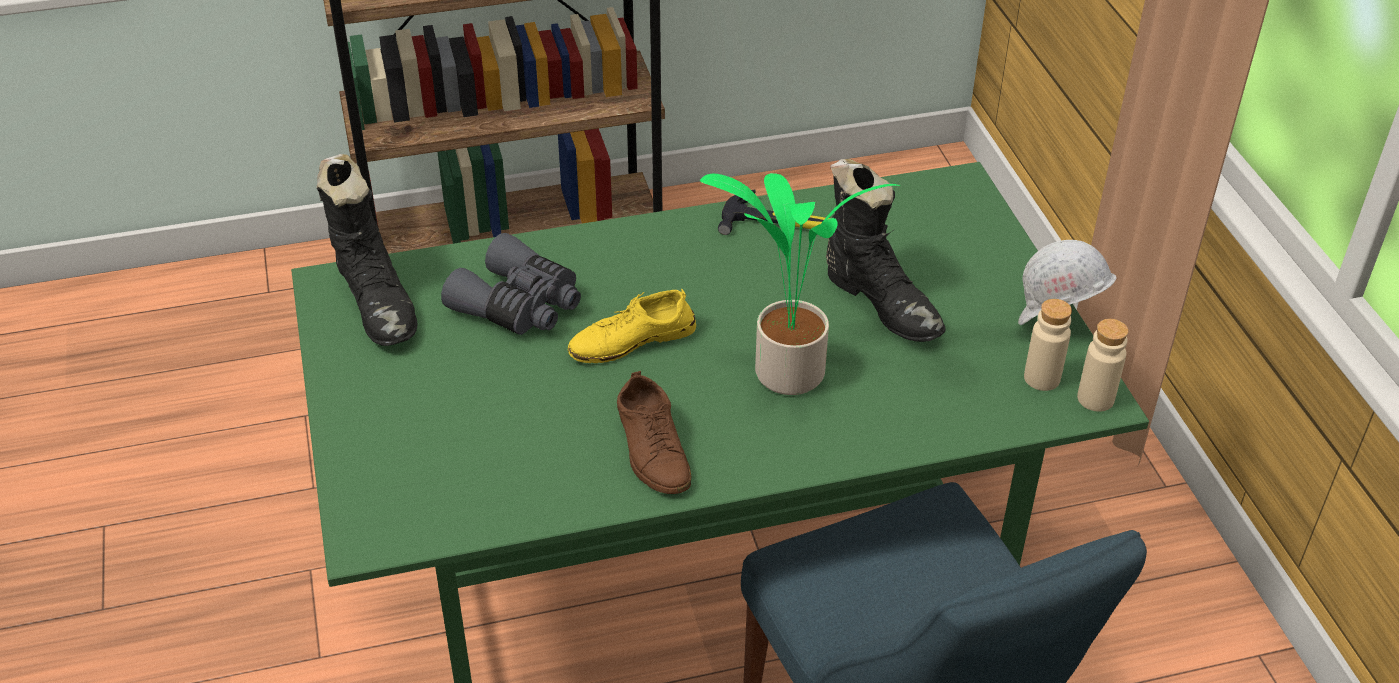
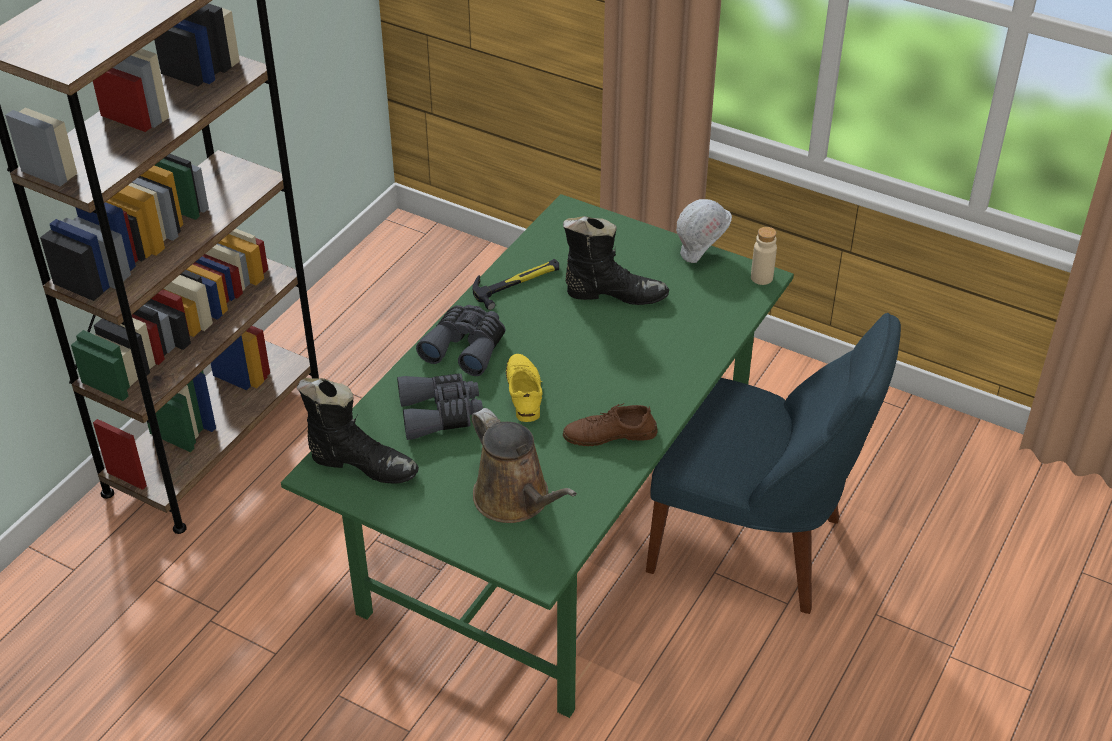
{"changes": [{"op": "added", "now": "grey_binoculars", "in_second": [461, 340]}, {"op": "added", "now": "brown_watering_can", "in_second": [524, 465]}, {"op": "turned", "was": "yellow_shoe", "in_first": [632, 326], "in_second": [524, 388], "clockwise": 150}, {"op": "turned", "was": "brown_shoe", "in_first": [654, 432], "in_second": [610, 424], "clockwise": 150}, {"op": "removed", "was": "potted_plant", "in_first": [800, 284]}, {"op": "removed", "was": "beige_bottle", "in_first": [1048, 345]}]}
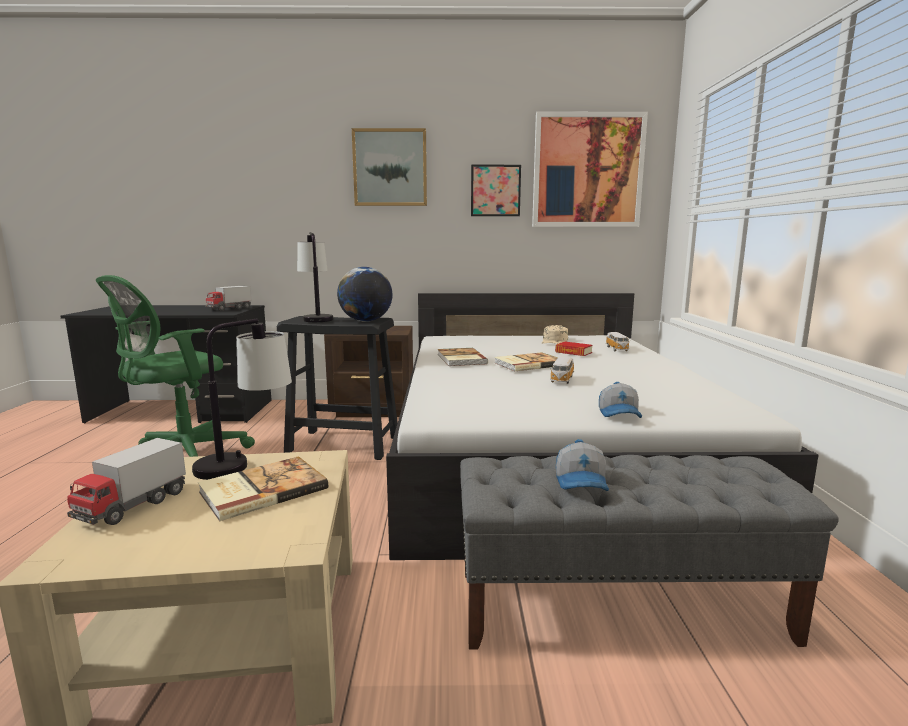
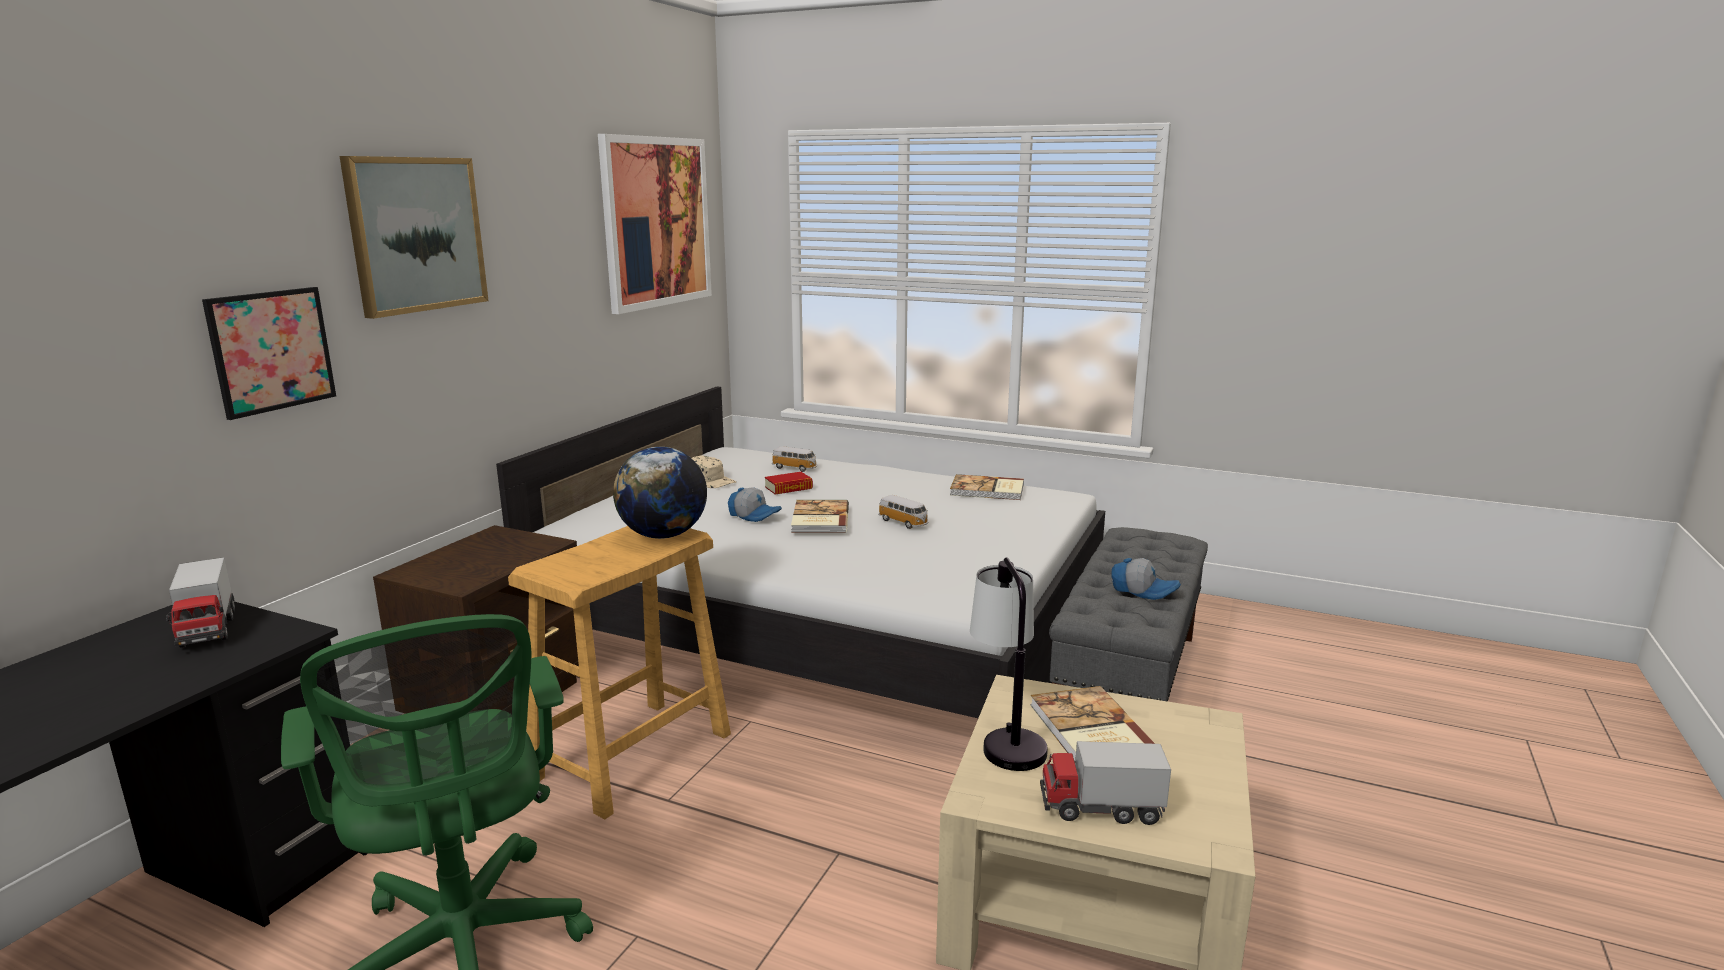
{"changes": [{"op": "moved", "was": "picture", "in_first": [496, 190], "in_second": [269, 353]}, {"op": "recoloured", "was": "black_stool", "now": "beige_stool", "in_first": [337, 388], "in_second": [619, 672]}, {"op": "moved", "was": "cap", "in_first": [620, 400], "in_second": [755, 504]}, {"op": "moved", "was": "book", "in_first": [463, 357], "in_second": [987, 487]}, {"op": "turned", "was": "toy_truck", "in_first": [126, 481], "in_second": [1105, 783], "clockwise": 135}, {"op": "removed", "was": "table_lamp", "in_first": [315, 277]}]}
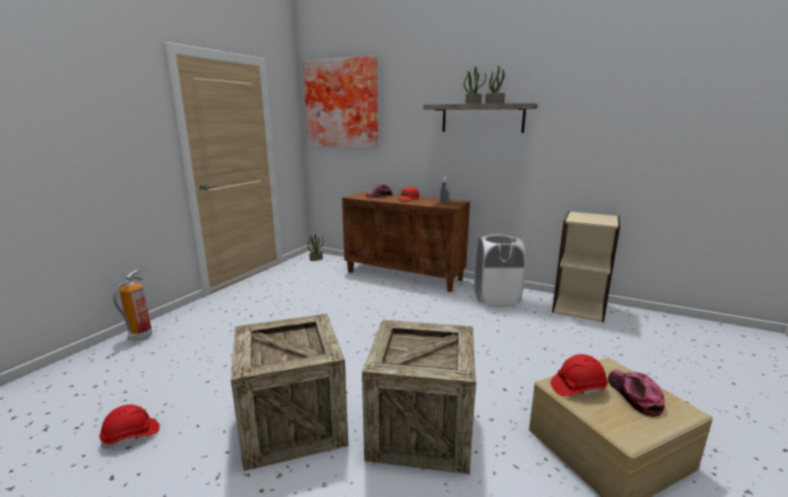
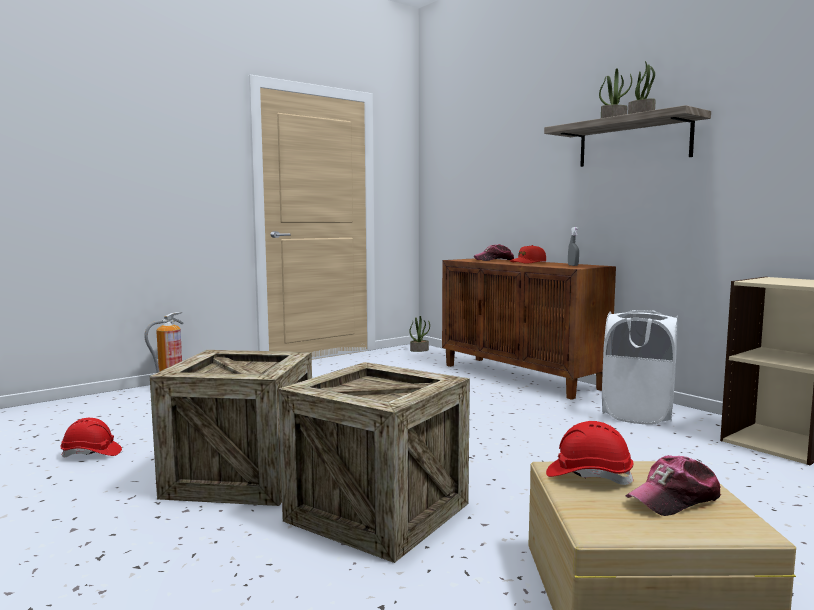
{"changes": [{"op": "turned", "was": "cap", "in_first": [636, 393], "in_second": [673, 485], "clockwise": -135}, {"op": "removed", "was": "picture", "in_first": [340, 102]}]}
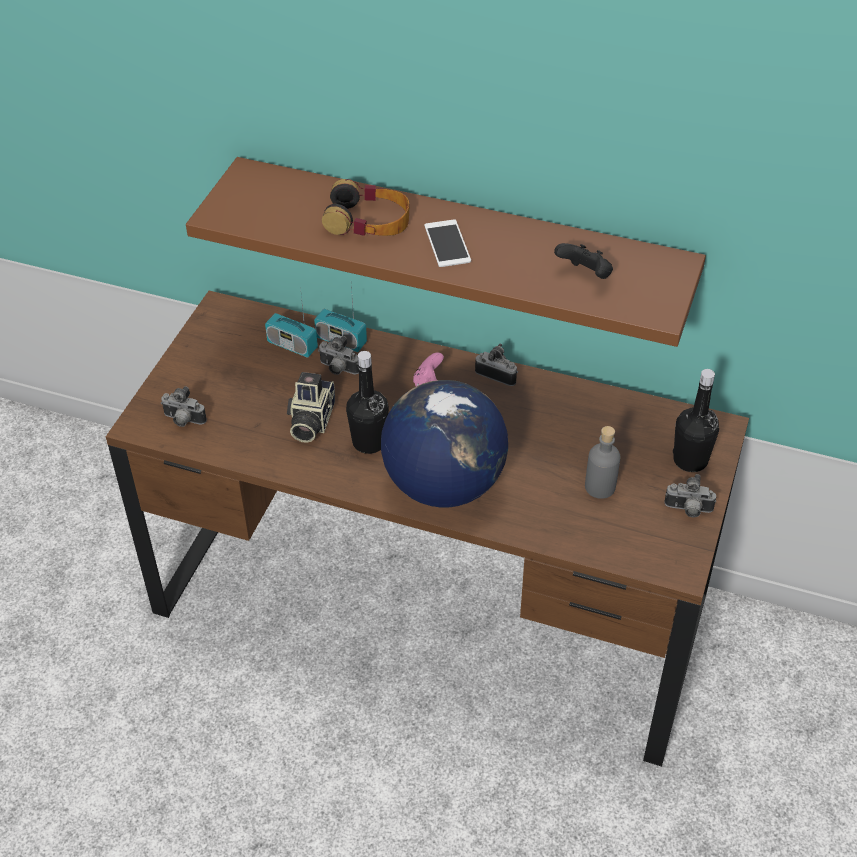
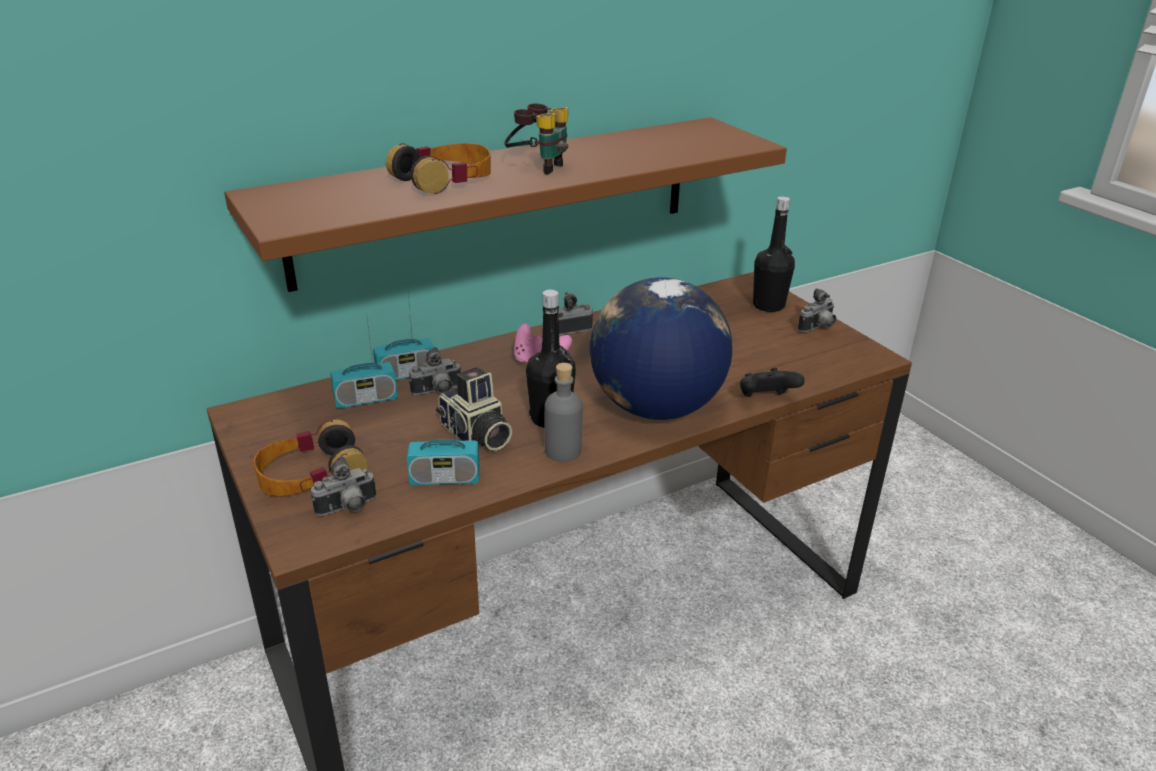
{"changes": [{"op": "added", "now": "headphones", "in_second": [310, 458]}, {"op": "added", "now": "radio", "in_second": [443, 434]}, {"op": "replaced", "was": "phone", "now": "binoculars", "in_first": [447, 243], "in_second": [536, 139]}, {"op": "moved", "was": "grey_bottle", "in_first": [602, 462], "in_second": [564, 412]}, {"op": "moved", "was": "black_game_controller", "in_first": [583, 261], "in_second": [772, 382]}]}
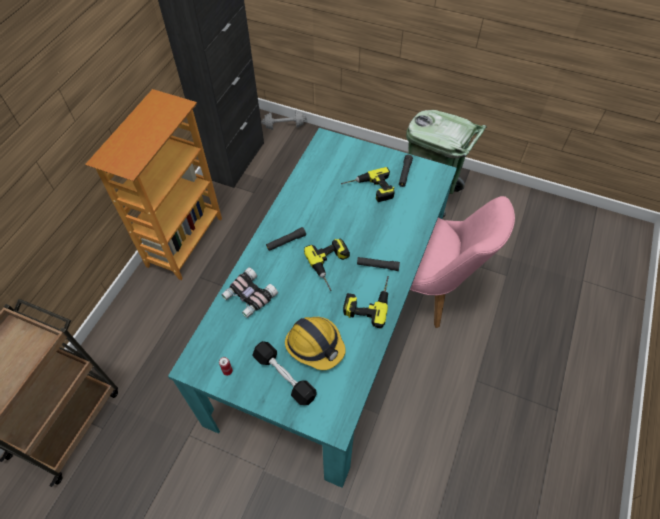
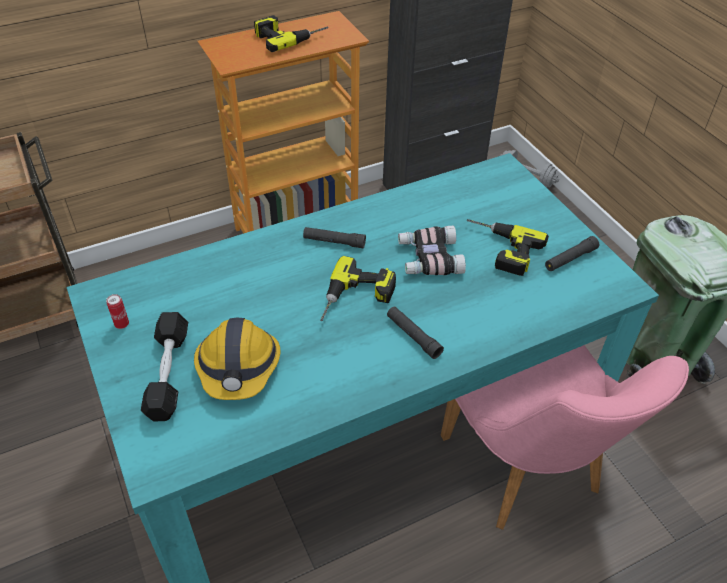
{"changes": [{"op": "moved", "was": "power_drill", "in_first": [366, 302], "in_second": [291, 33]}, {"op": "moved", "was": "binoculars", "in_first": [249, 292], "in_second": [432, 250]}]}
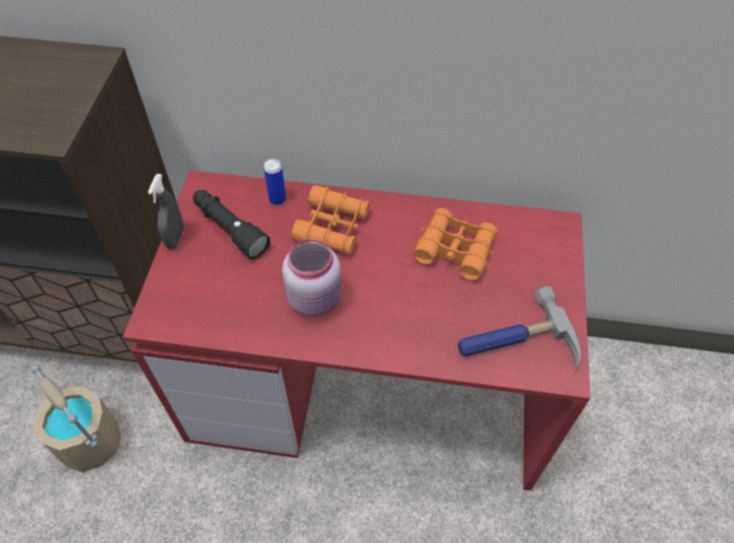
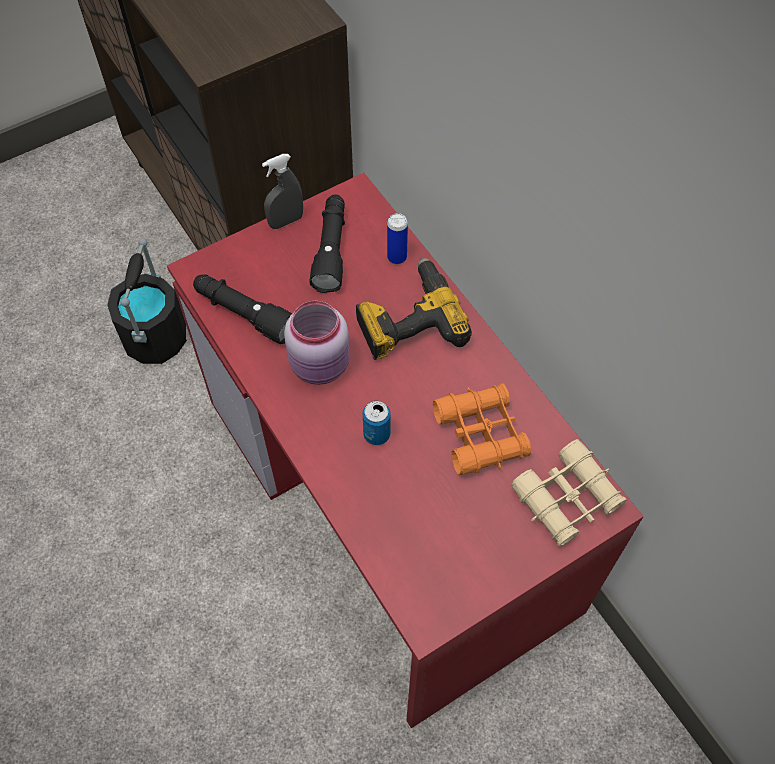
{"changes": [{"op": "recoloured", "was": "beige_bucket", "now": "black_bucket", "in_first": [76, 418], "in_second": [147, 301]}, {"op": "added", "now": "black_flashlight", "in_second": [243, 309]}, {"op": "replaced", "was": "orange_binoculars", "now": "power_drill", "in_first": [330, 220], "in_second": [414, 309]}, {"op": "added", "now": "can", "in_second": [377, 423]}, {"op": "added", "now": "beige_binoculars", "in_second": [569, 493]}, {"op": "removed", "was": "hammer", "in_first": [519, 328]}]}
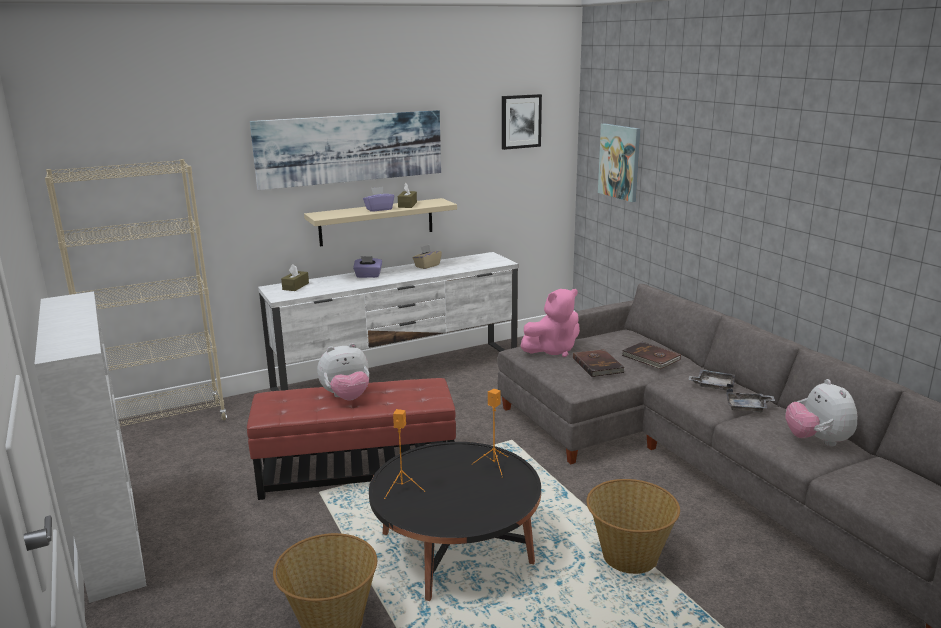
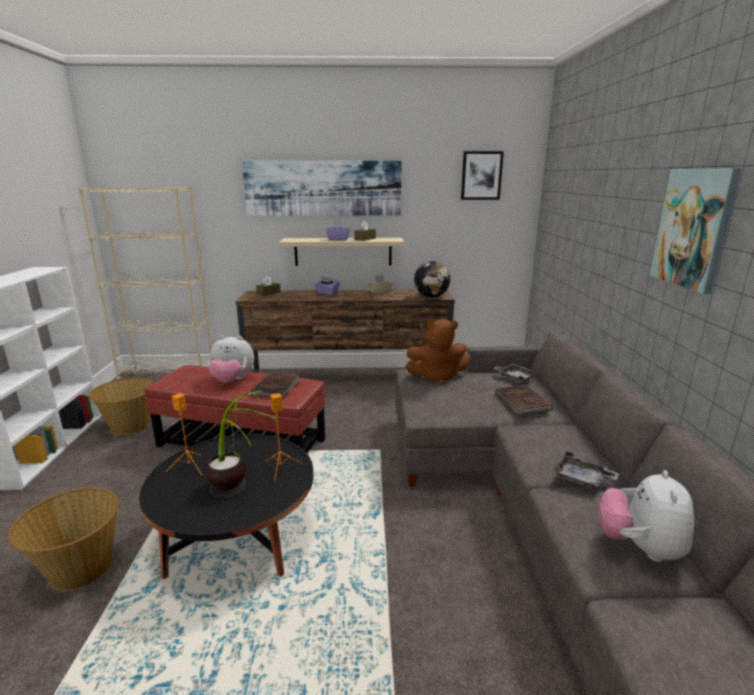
{"changes": [{"op": "moved", "was": "basket", "in_first": [633, 526], "in_second": [121, 406]}, {"op": "added", "now": "potted_plant", "in_second": [241, 444]}, {"op": "recoloured", "was": "white_tv_stand", "now": "brown_tv_stand", "in_first": [388, 321], "in_second": [345, 331]}, {"op": "moved", "was": "brown_book", "in_first": [599, 363], "in_second": [276, 385]}, {"op": "recoloured", "was": "pink_plush_toy", "now": "brown_plush_toy", "in_first": [550, 323], "in_second": [438, 352]}, {"op": "added", "now": "globe", "in_second": [432, 279]}, {"op": "moved", "was": "grey_tray", "in_first": [711, 380], "in_second": [515, 373]}, {"op": "moved", "was": "picture", "in_first": [619, 162], "in_second": [696, 231]}]}
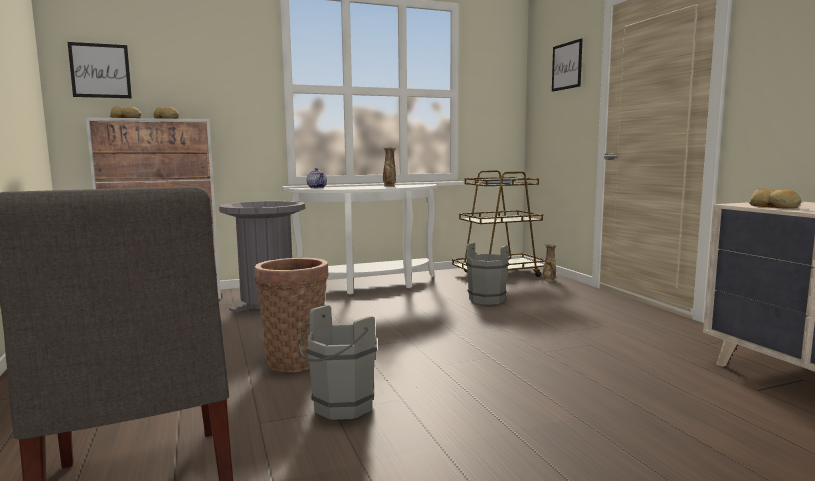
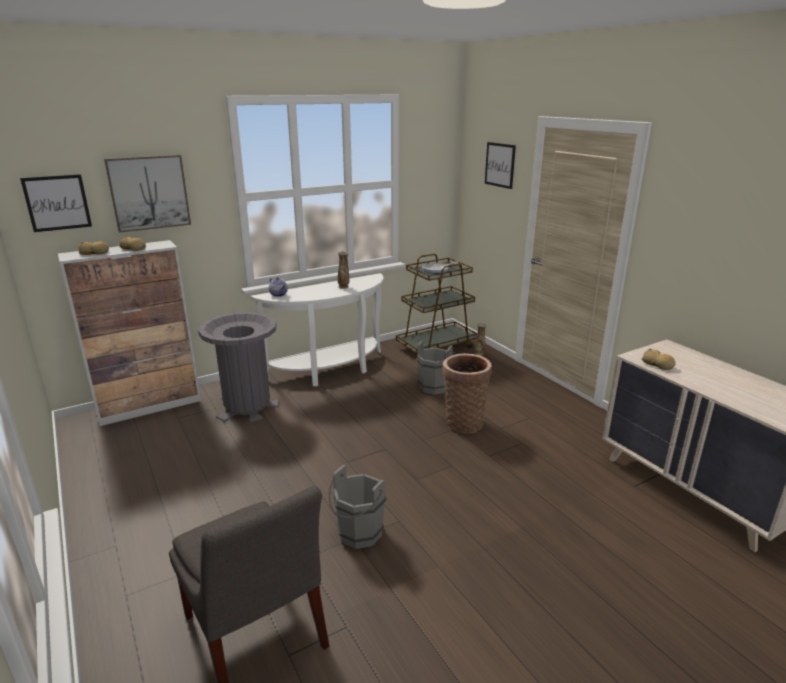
{"changes": [{"op": "added", "now": "picture", "in_second": [147, 193]}, {"op": "moved", "was": "basket", "in_first": [291, 314], "in_second": [467, 394]}]}
